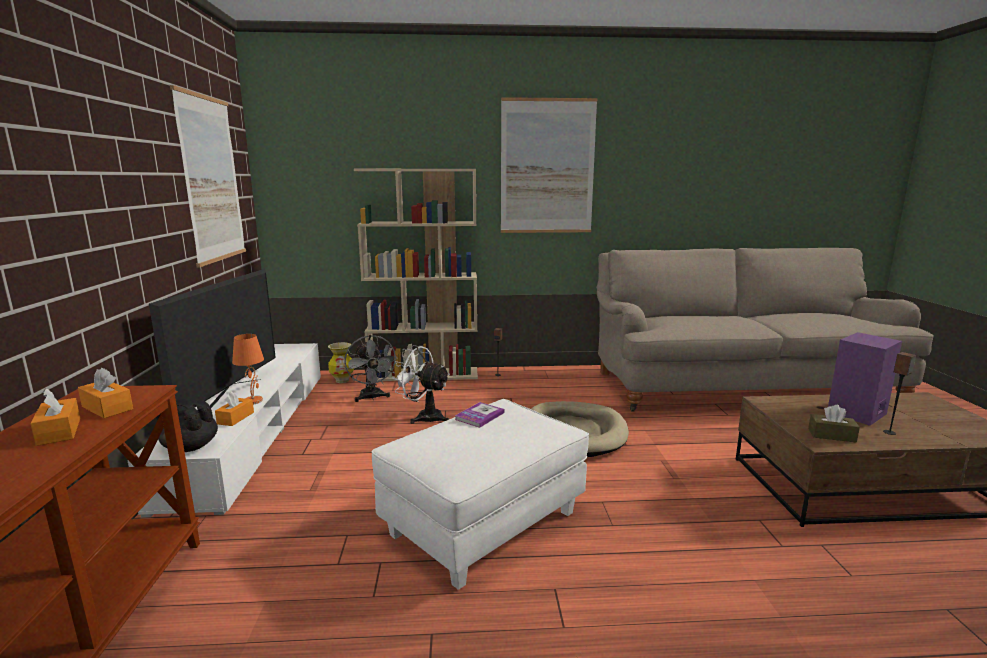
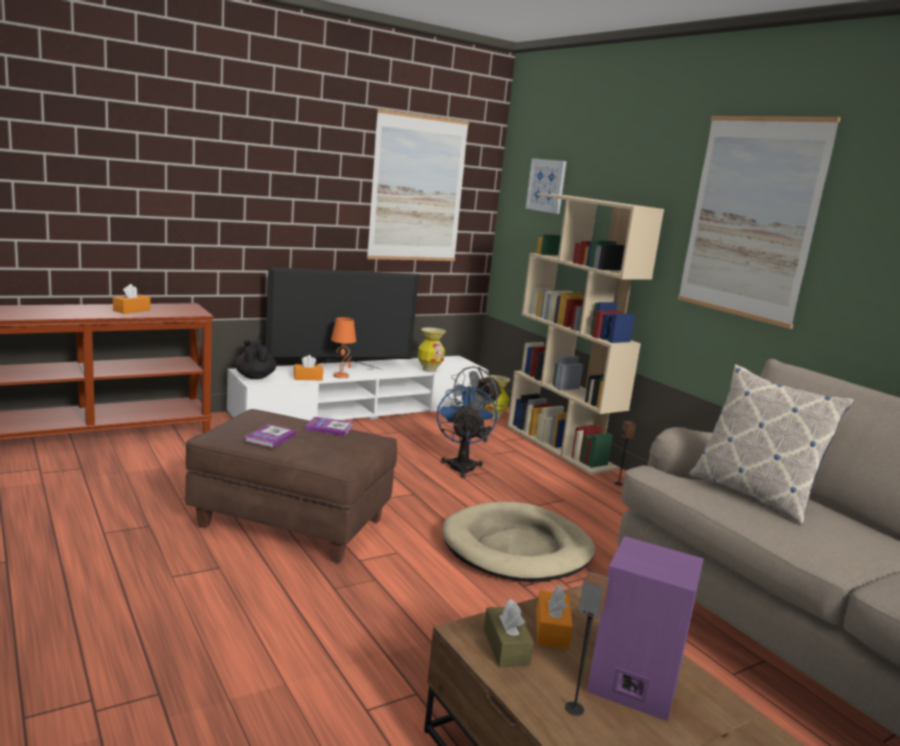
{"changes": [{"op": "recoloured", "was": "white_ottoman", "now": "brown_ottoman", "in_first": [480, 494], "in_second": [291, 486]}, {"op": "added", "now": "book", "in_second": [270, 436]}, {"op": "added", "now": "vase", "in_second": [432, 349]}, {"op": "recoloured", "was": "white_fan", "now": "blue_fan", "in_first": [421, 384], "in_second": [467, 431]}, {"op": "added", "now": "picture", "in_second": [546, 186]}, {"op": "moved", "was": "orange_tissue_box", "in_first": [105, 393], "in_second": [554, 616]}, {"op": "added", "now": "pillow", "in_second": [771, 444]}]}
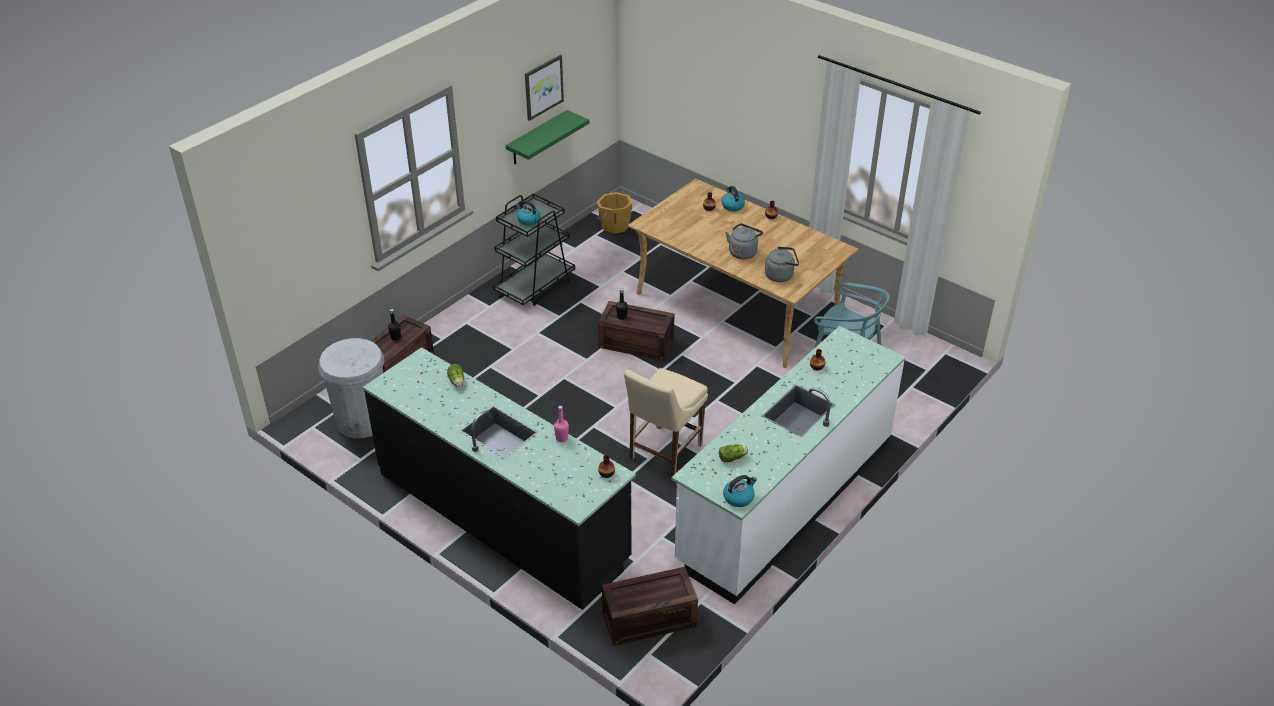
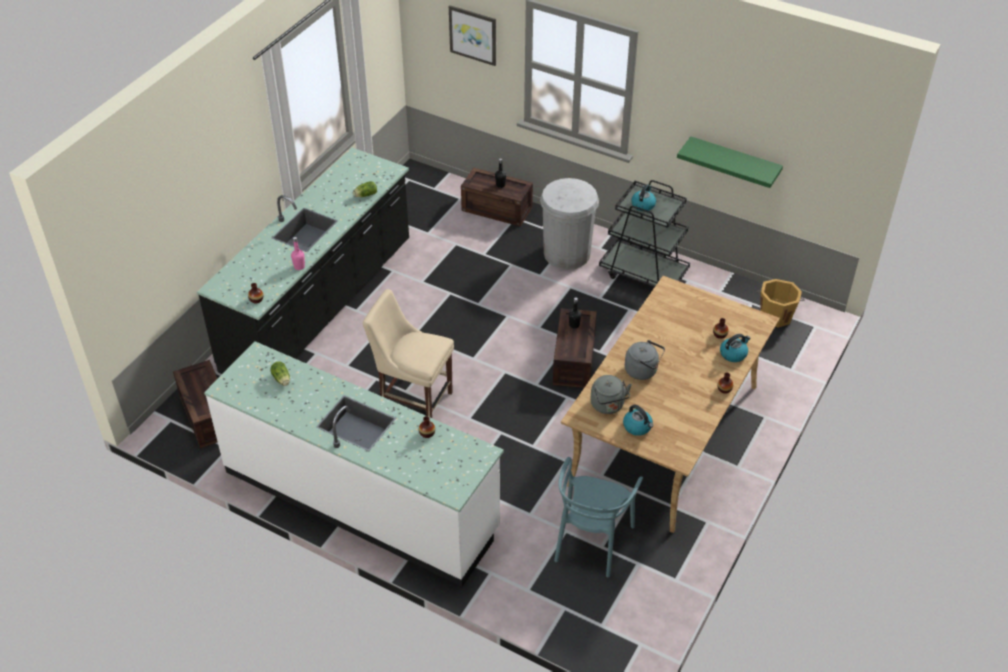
{"changes": [{"op": "moved", "was": "picture", "in_first": [544, 88], "in_second": [472, 35]}, {"op": "moved", "was": "white_trash_can", "in_first": [351, 388], "in_second": [569, 224]}, {"op": "moved", "was": "kettle", "in_first": [740, 491], "in_second": [638, 420]}]}
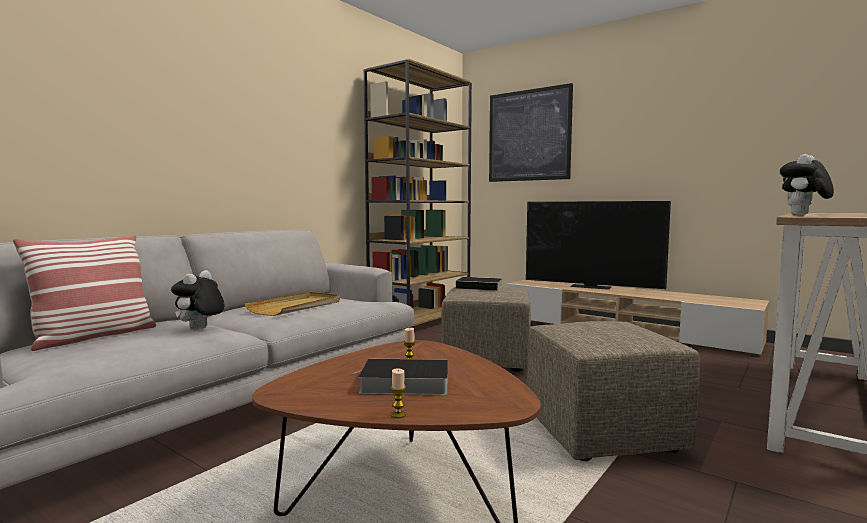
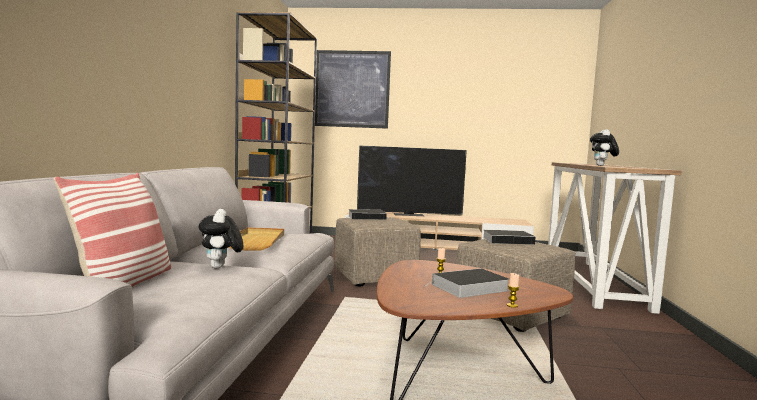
{"changes": [{"op": "added", "now": "book", "in_second": [508, 237]}]}
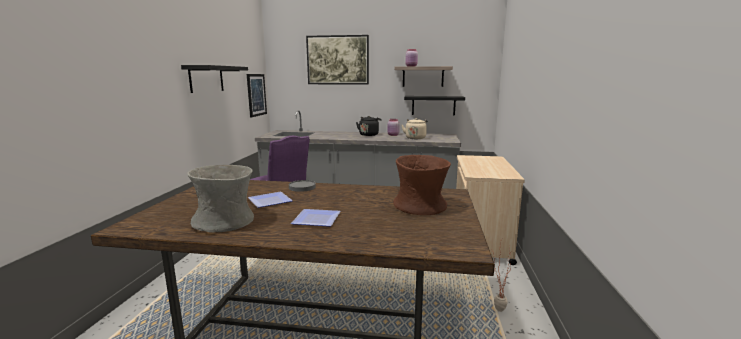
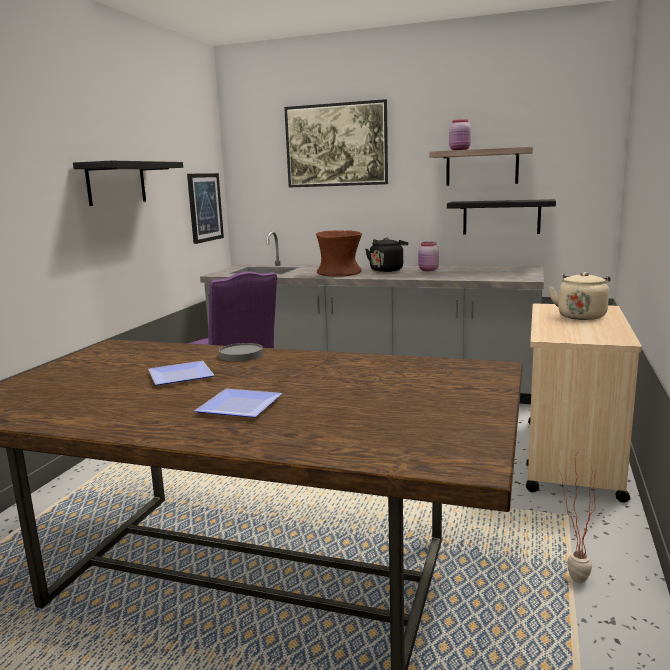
{"changes": [{"op": "moved", "was": "brown_vase", "in_first": [422, 185], "in_second": [339, 253]}, {"op": "moved", "was": "beige_kettle", "in_first": [415, 128], "in_second": [580, 296]}, {"op": "removed", "was": "grey_vase", "in_first": [220, 199]}]}
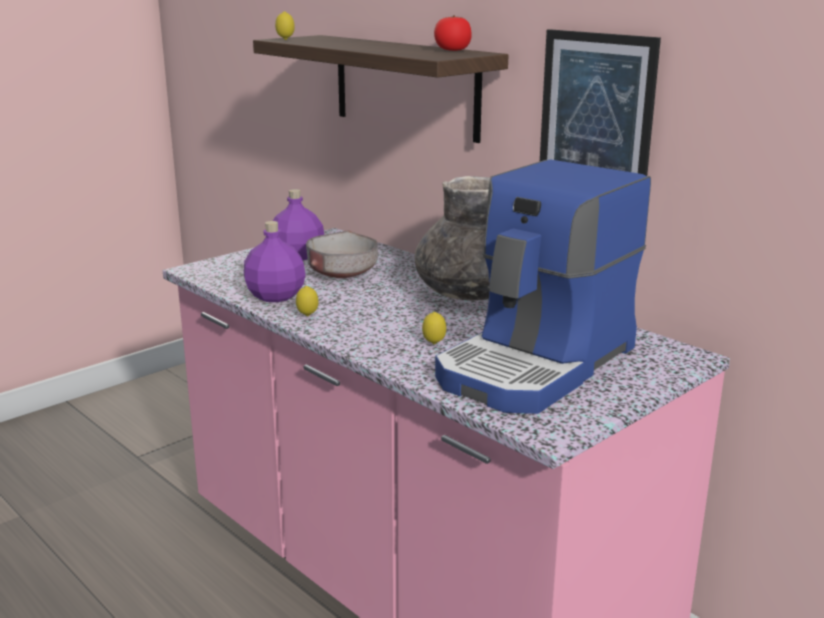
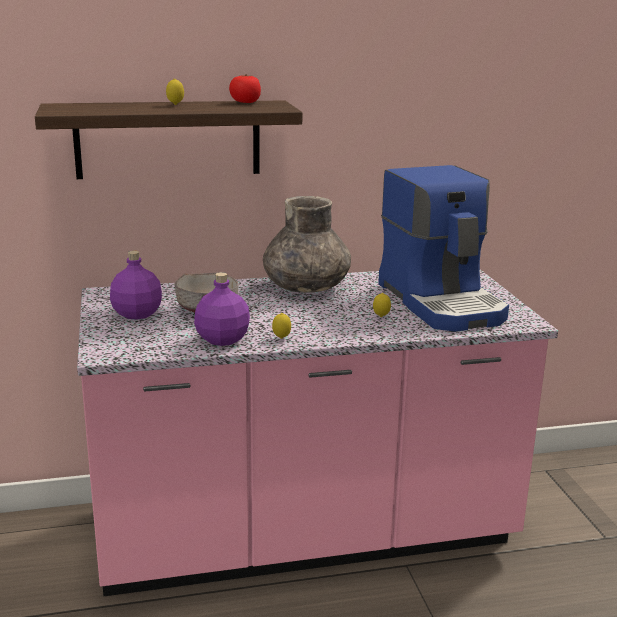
{"changes": [{"op": "moved", "was": "lemon", "in_first": [285, 25], "in_second": [175, 92]}, {"op": "removed", "was": "picture", "in_first": [600, 102]}]}
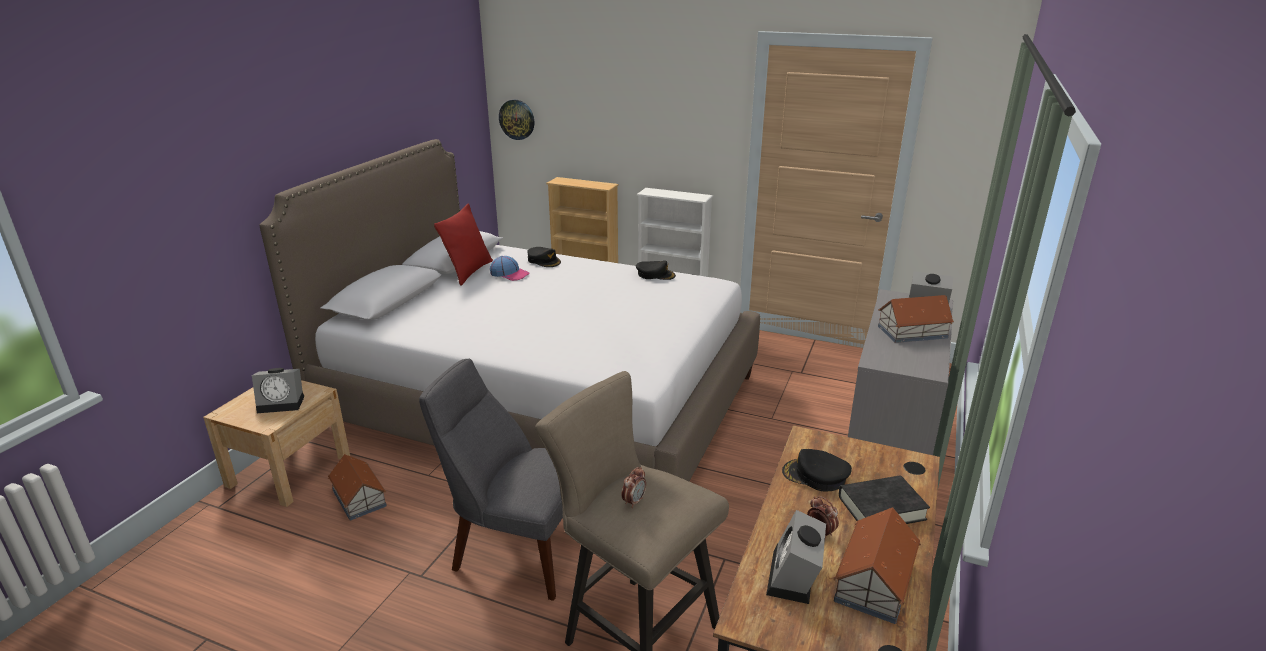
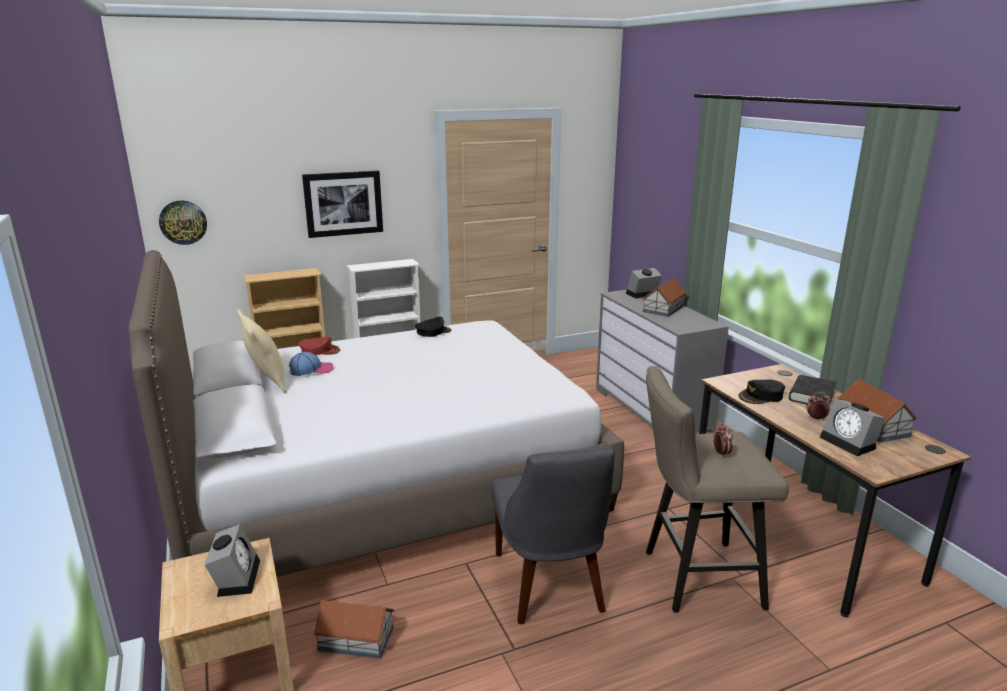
{"changes": [{"op": "turned", "was": "alarm_clock", "in_first": [278, 390], "in_second": [232, 560], "clockwise": -45}, {"op": "recoloured", "was": "red_pillow", "now": "beige_pillow", "in_first": [463, 244], "in_second": [261, 351]}, {"op": "recoloured", "was": "black_cap", "now": "red_cap", "in_first": [544, 257], "in_second": [319, 345]}, {"op": "added", "now": "picture", "in_second": [342, 204]}, {"op": "turned", "was": "grey_chair", "in_first": [491, 479], "in_second": [553, 535], "clockwise": -75}]}
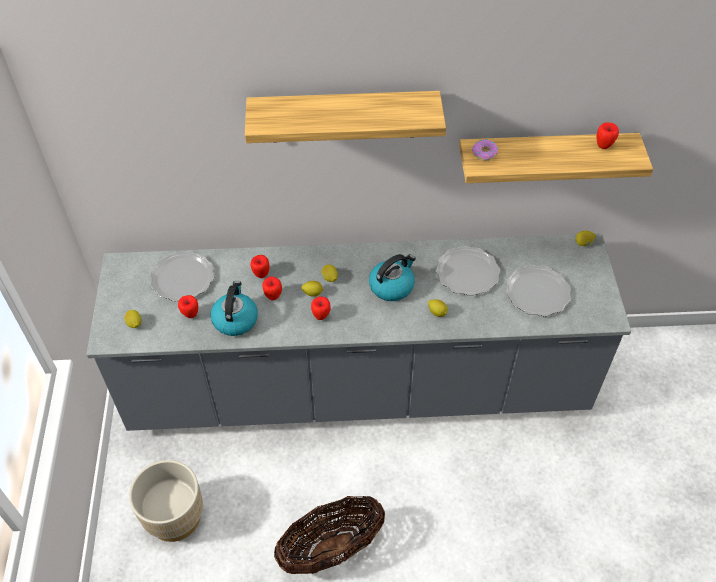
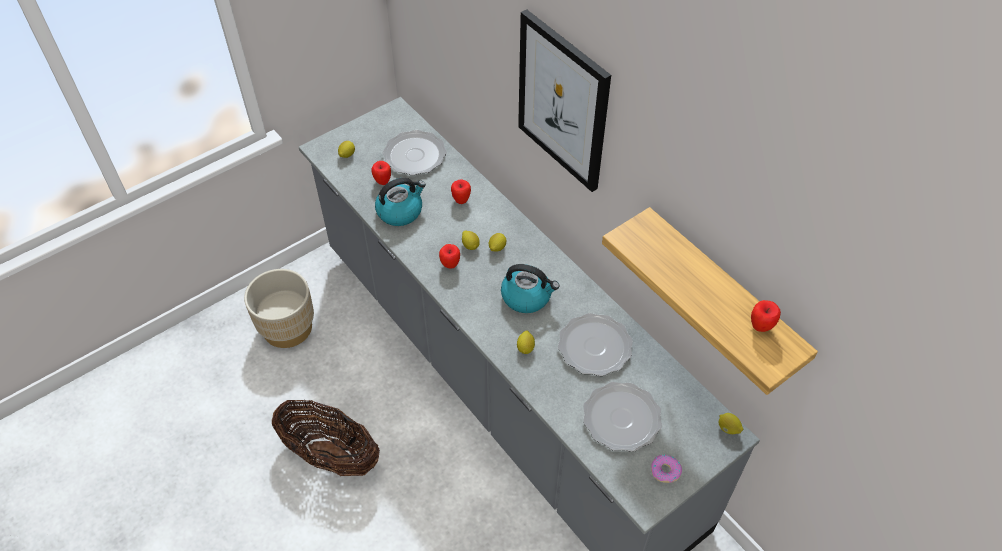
{"changes": [{"op": "replaced", "was": "shelf", "now": "picture", "in_first": [345, 117], "in_second": [564, 100]}, {"op": "moved", "was": "donut", "in_first": [485, 150], "in_second": [666, 469]}, {"op": "removed", "was": "apple", "in_first": [272, 288]}]}
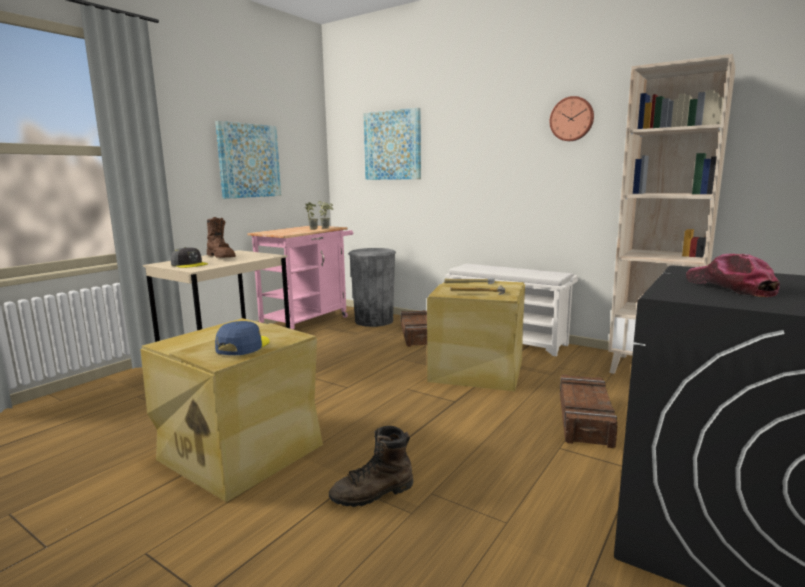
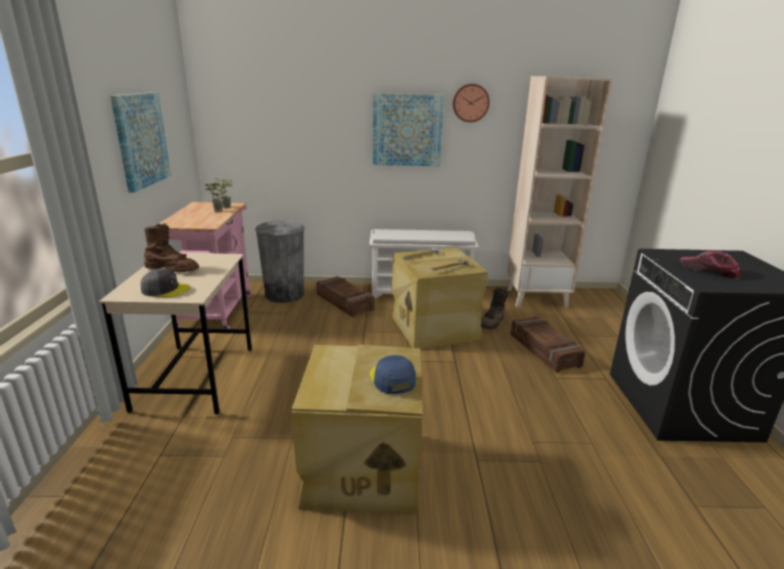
{"changes": [{"op": "moved", "was": "picture", "in_first": [392, 144], "in_second": [408, 129]}, {"op": "moved", "was": "brown_boot", "in_first": [371, 466], "in_second": [495, 308]}]}
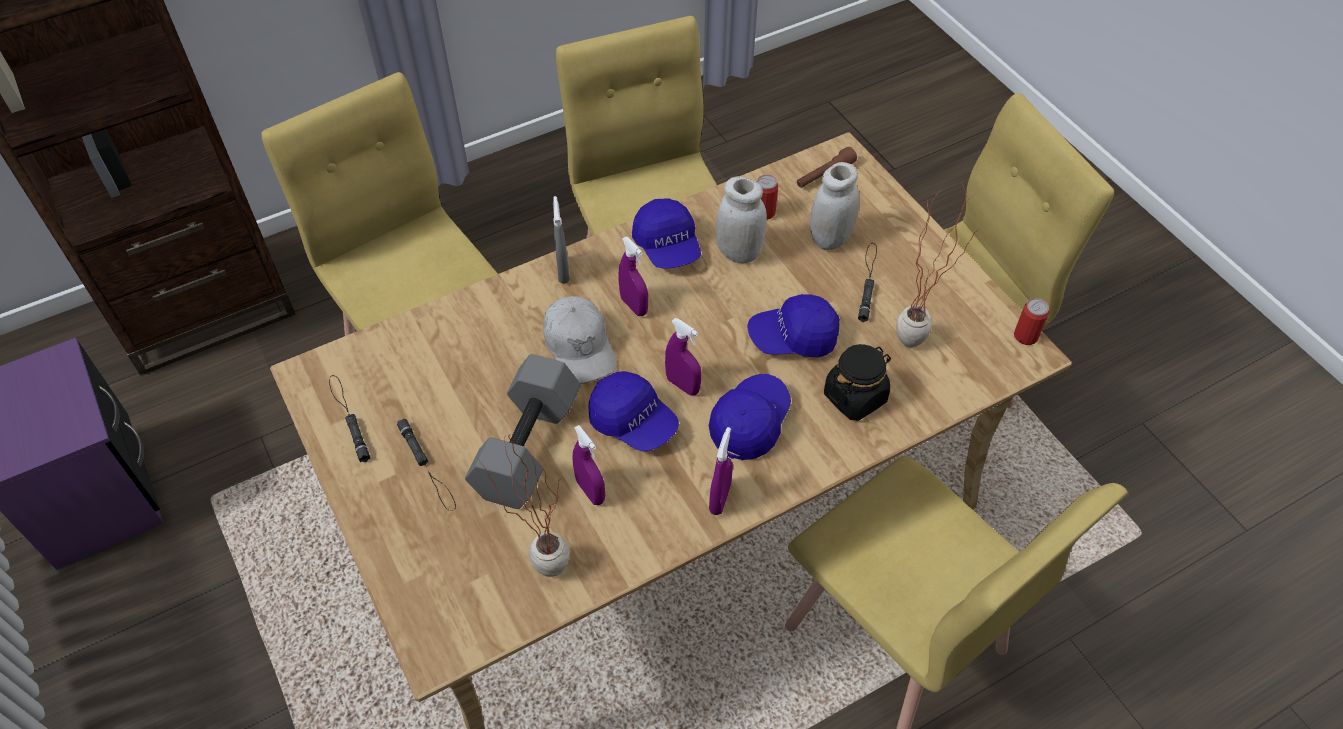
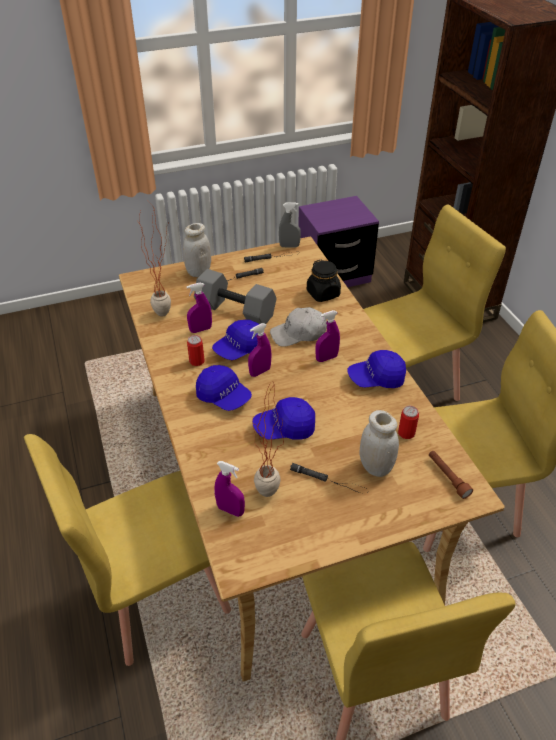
{"changes": [{"op": "moved", "was": "white_jar", "in_first": [741, 219], "in_second": [197, 250]}, {"op": "moved", "was": "can", "in_first": [1031, 321], "in_second": [196, 350]}, {"op": "moved", "was": "purple_spray_bottle", "in_first": [721, 471], "in_second": [229, 489]}, {"op": "turned", "was": "blue_cap", "in_first": [793, 325], "in_second": [284, 418], "clockwise": -105}, {"op": "moved", "was": "grey_spray_bottle", "in_first": [561, 240], "in_second": [290, 225]}, {"op": "moved", "was": "black_jar", "in_first": [857, 382], "in_second": [324, 281]}]}
